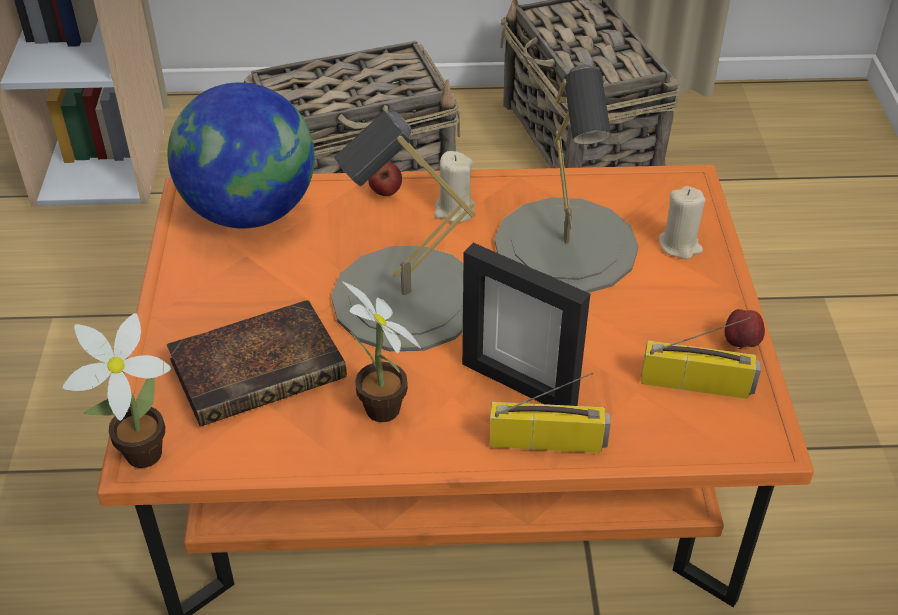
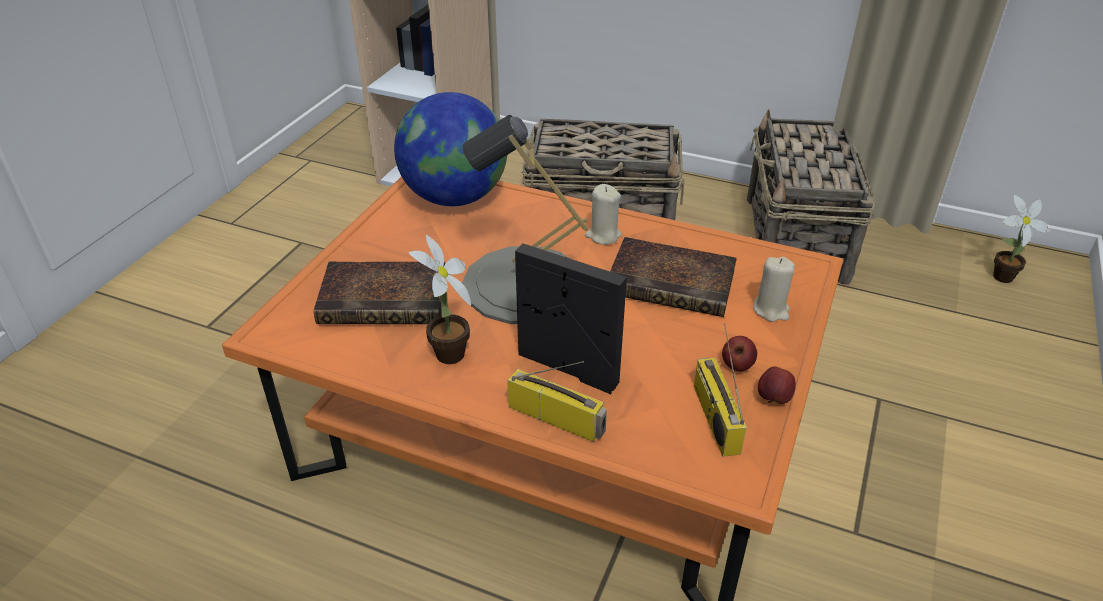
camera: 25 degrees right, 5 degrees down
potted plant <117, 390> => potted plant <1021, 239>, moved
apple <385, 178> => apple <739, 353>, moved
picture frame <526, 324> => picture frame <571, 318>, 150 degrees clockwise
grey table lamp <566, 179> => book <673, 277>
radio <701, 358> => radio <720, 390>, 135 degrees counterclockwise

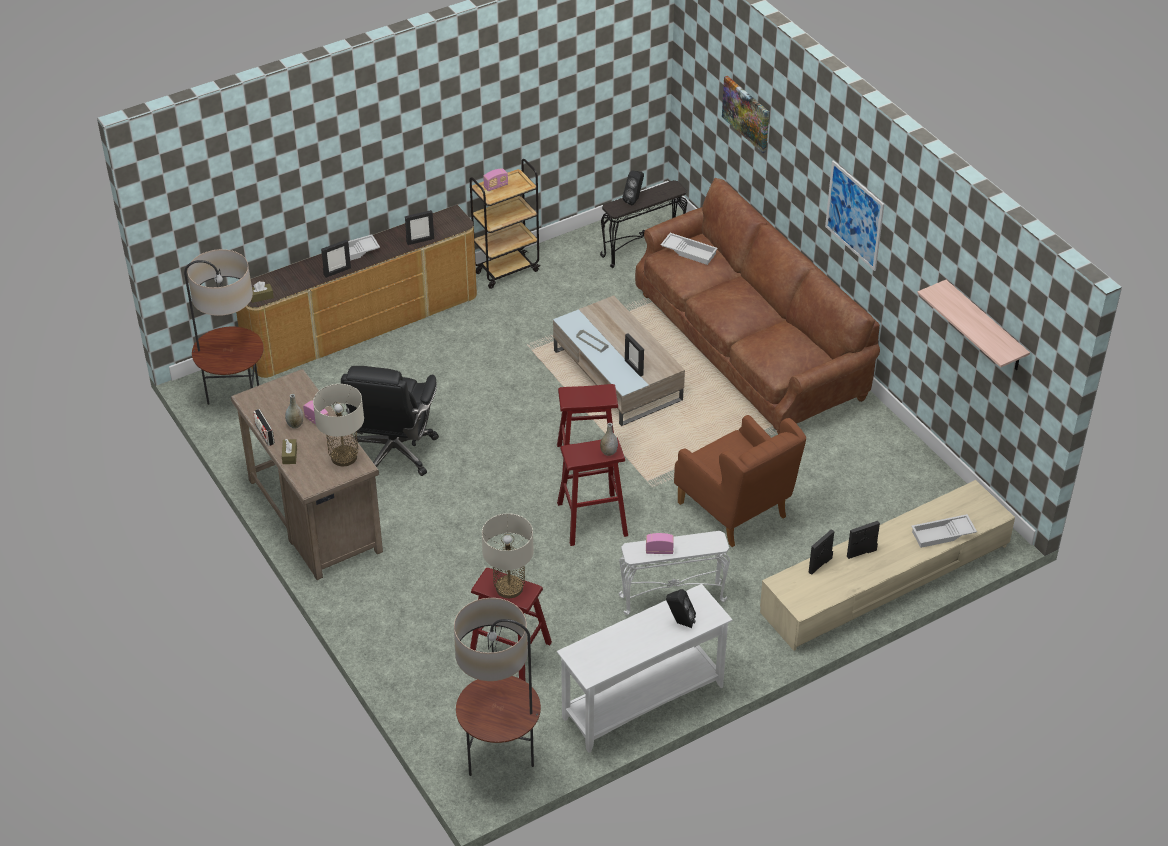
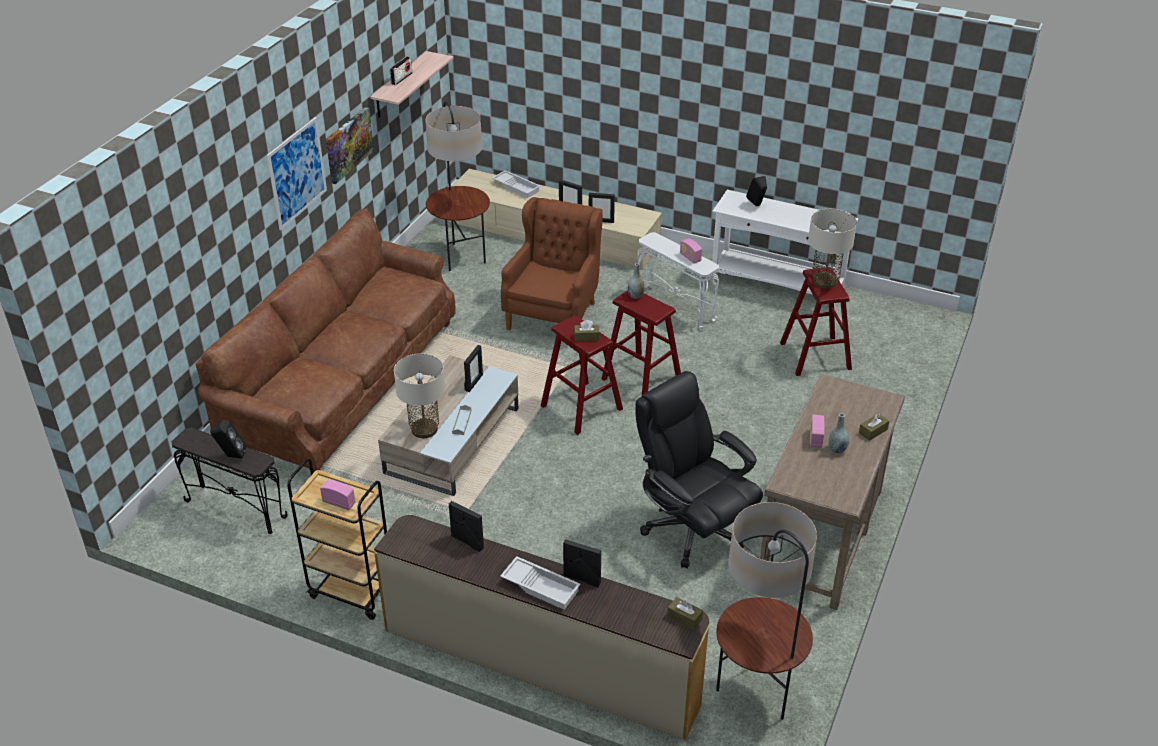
camera: 125 degrees left, 5 degrees down
radio <264, 427> => radio <401, 70>, moved
table lamp <338, 425> => table lamp <419, 395>, moved
black office chair <390, 421> => black office chair <699, 469>, 105 degrees counterclockwise
floor lamp <497, 687> => floor lamp <457, 186>, moved
white tray <689, 249> => nothing
picture <745, 114> => picture <350, 145>, moved
nothing => brown tissue box <586, 330>

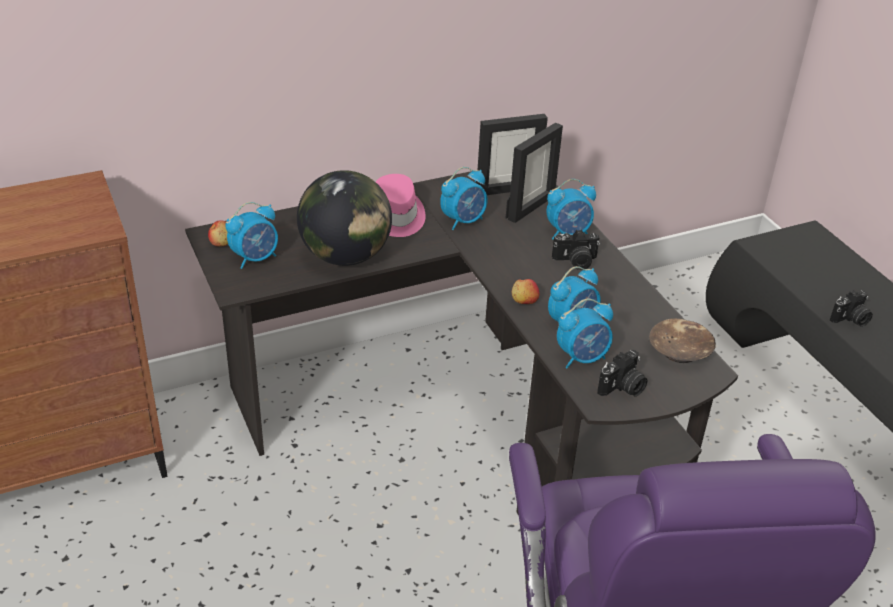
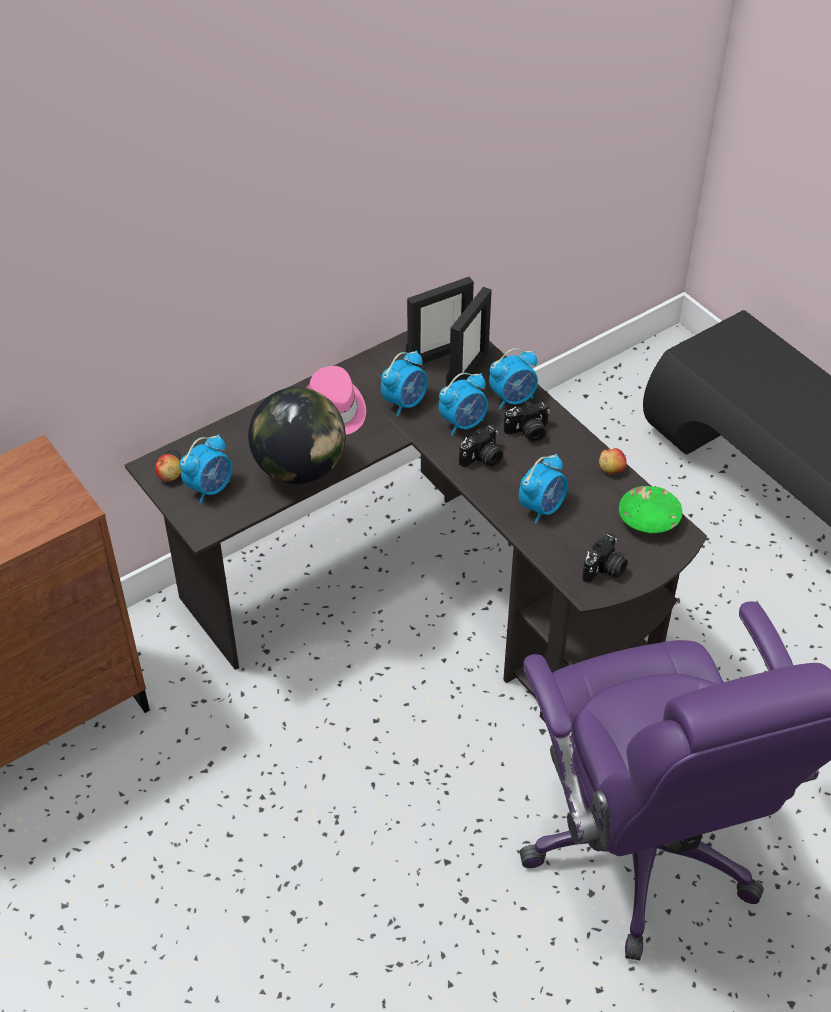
camera: 10 degrees left, 10 degrees up
apple <525, 291> => apple <613, 461>, moved
alarm clock <585, 333> => alarm clock <463, 404>, moved
brown bowl <682, 340> => green bowl <651, 509>
photo camera <851, 308> => photo camera <481, 446>, moved

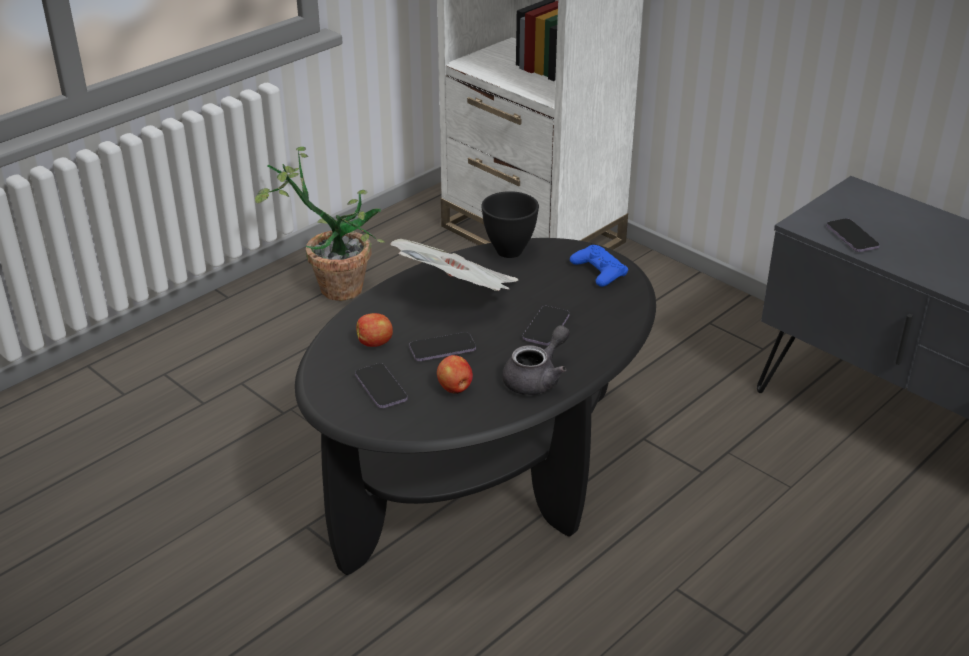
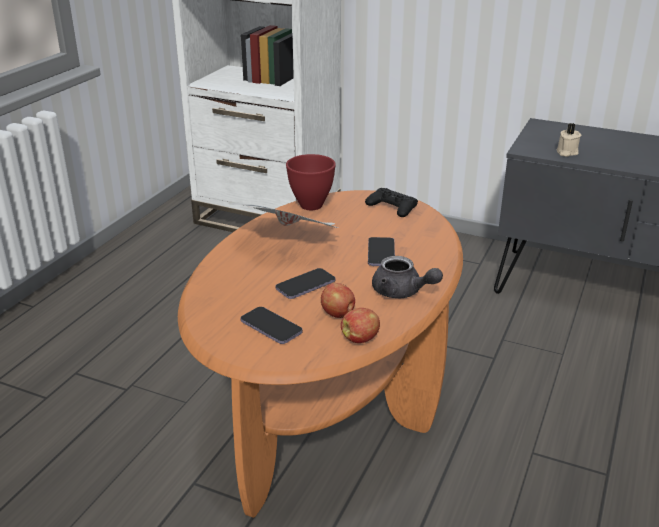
camera: 20 degrees left, 5 degrees down
potted plant <320, 224> => nothing
black coffee table <475, 406> => orange coffee table <320, 354>
apple <374, 330> => apple <360, 325>, moved
black bowl <510, 224> => red bowl <311, 182>
grey teapot <536, 360> => grey teapot <407, 277>, 105 degrees clockwise
blue game controller <599, 266> => black game controller <391, 202>
phone <853, 235> => beige candle <568, 140>

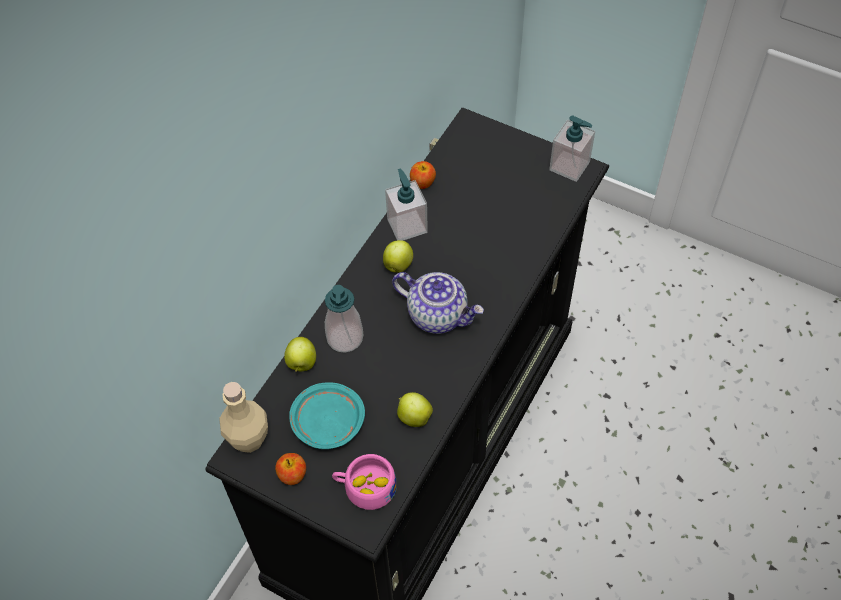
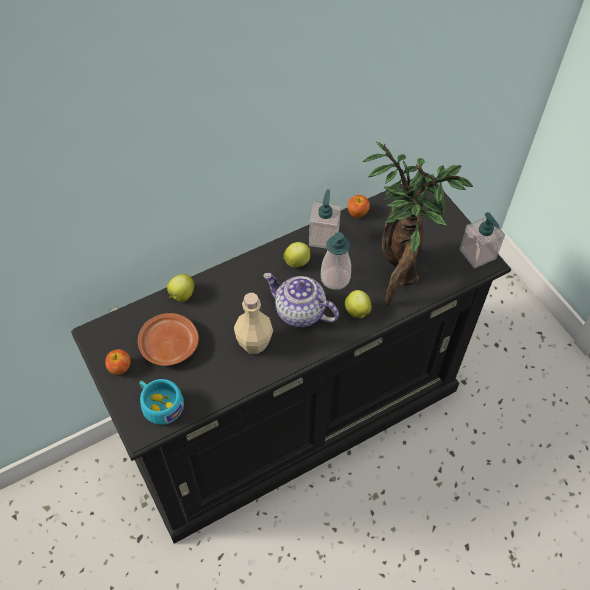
camera: 30 degrees right, 0 degrees up
beige bottle <244, 417> => beige bottle <253, 323>, moved
turquoise plate <327, 415> => brown plate <168, 339>
soap dispenser <344, 319> => soap dispenser <336, 261>, moved
pink cup <364, 482> => turquoise cup <161, 402>
teapot <438, 303> => teapot <301, 300>, 150 degrees clockwise
apple <415, 409> => apple <358, 304>, moved
nothing => potted plant <418, 224>

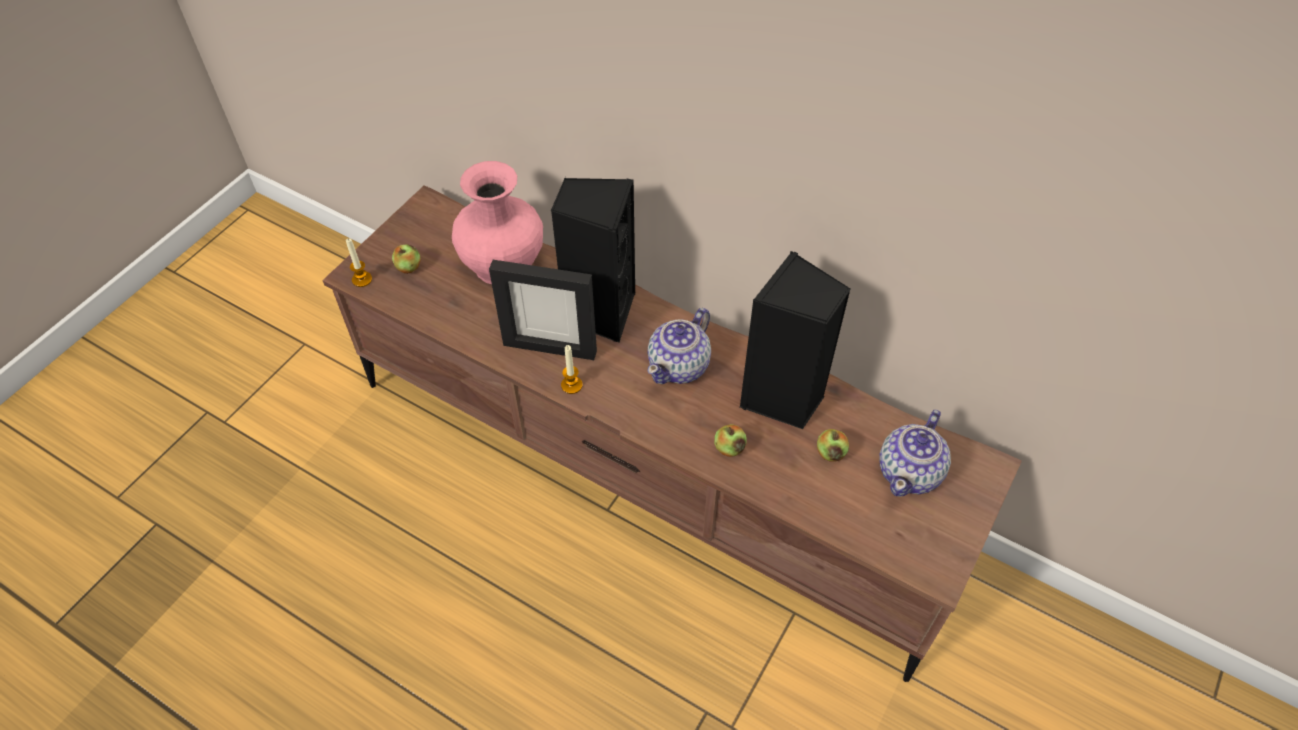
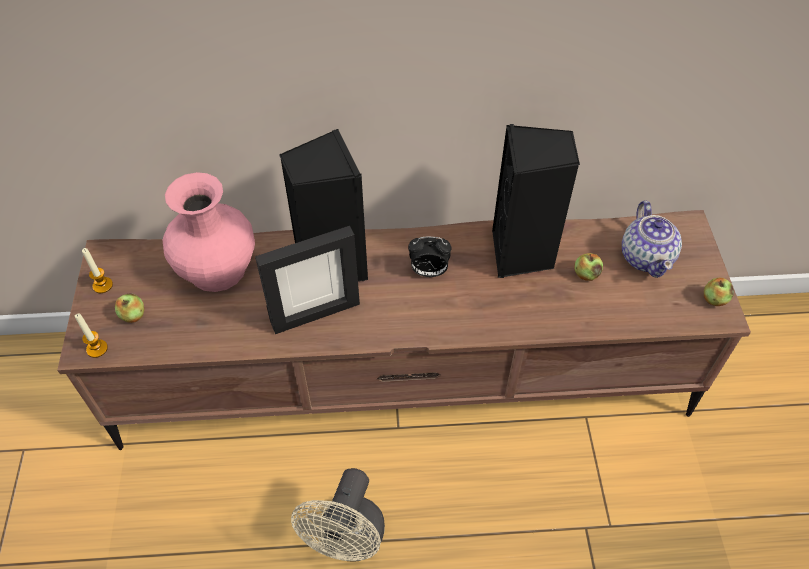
camera: 35 degrees left, 0 degrees up
candle <572, 369> => candle <97, 270>, moved
teapot <679, 346> => alarm clock <429, 257>
apple <730, 440> => apple <719, 291>, moved
nothing => beige fan <338, 515>

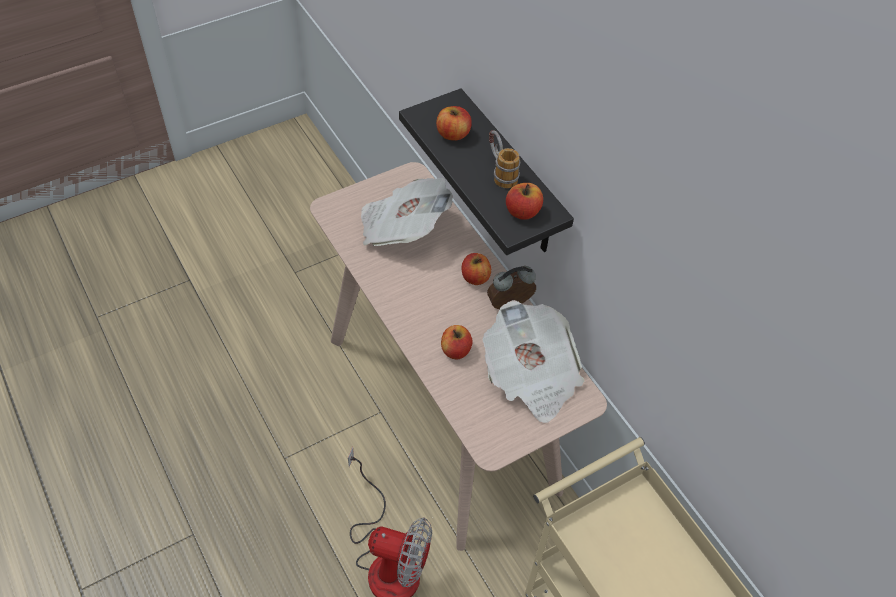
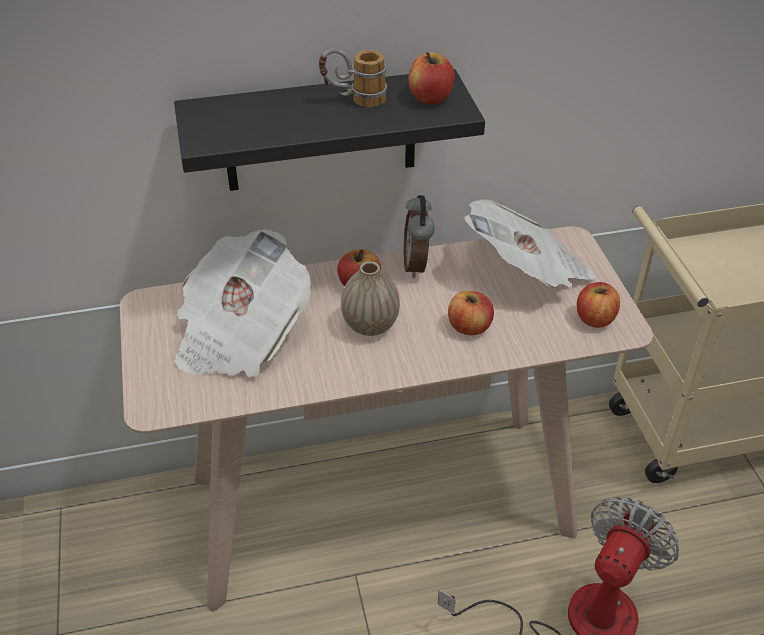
camera: 70 degrees left, 10 degrees down
apple <454, 123> => apple <598, 305>, moved
nothing => vase <370, 298>

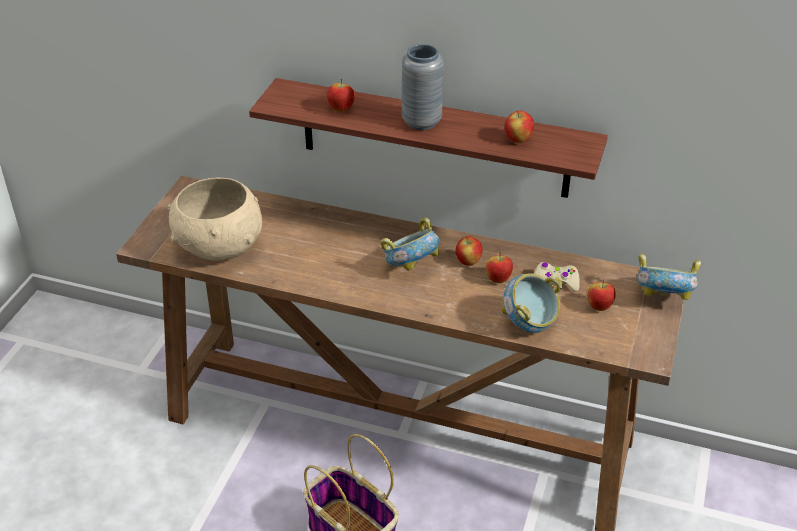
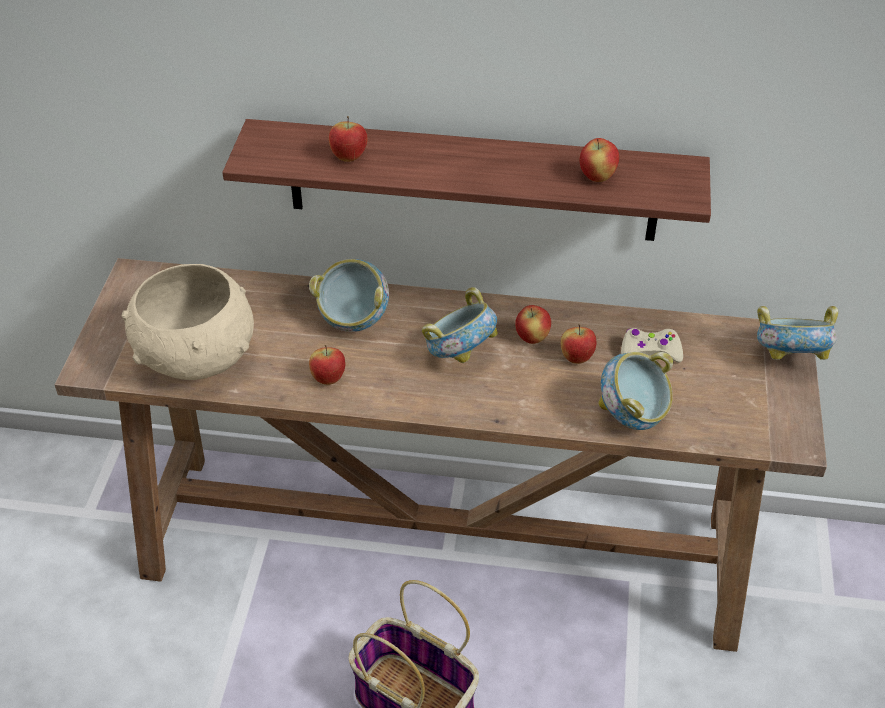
camera: 10 degrees left, 5 degrees up
grey vase <423, 87> => nothing
apple <601, 295> => apple <327, 365>, moved
nothing => bowl <349, 295>

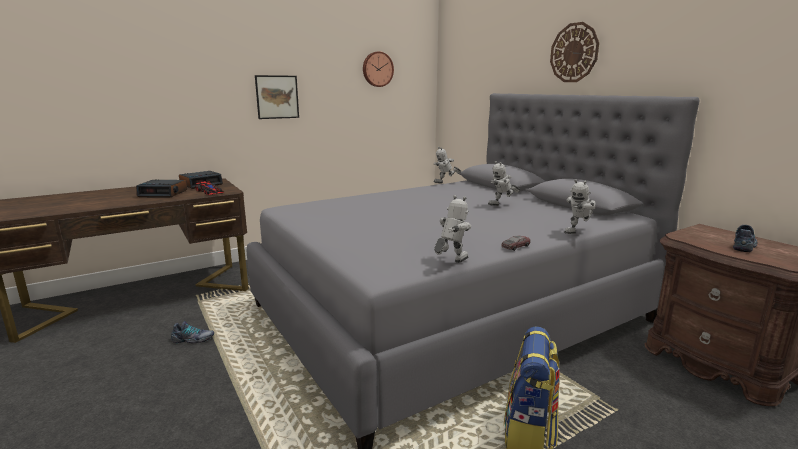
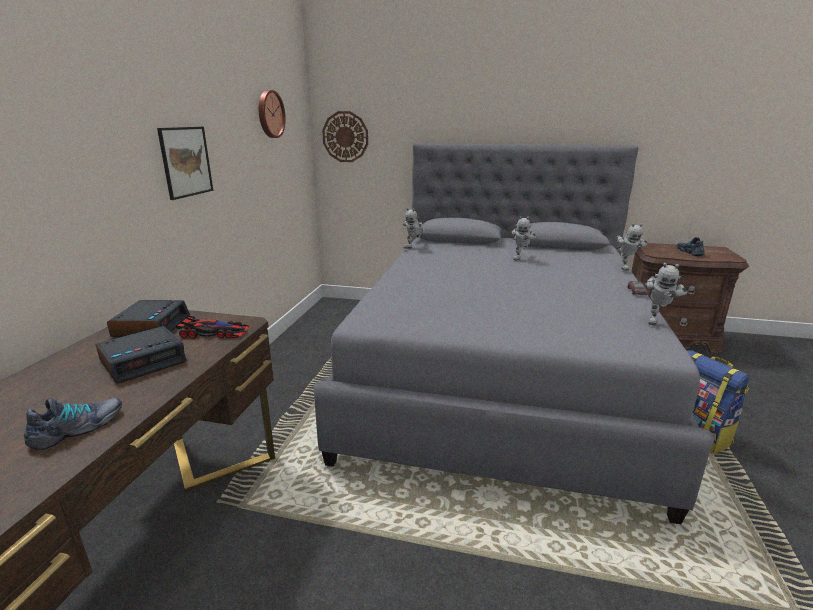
camera: 45 degrees left, 5 degrees up
shoe <192, 332> => shoe <73, 424>, moved
toy robot <452, 229> => toy robot <666, 294>, 150 degrees counterclockwise
wall clock <574, 52> => wall clock <345, 136>, moved

